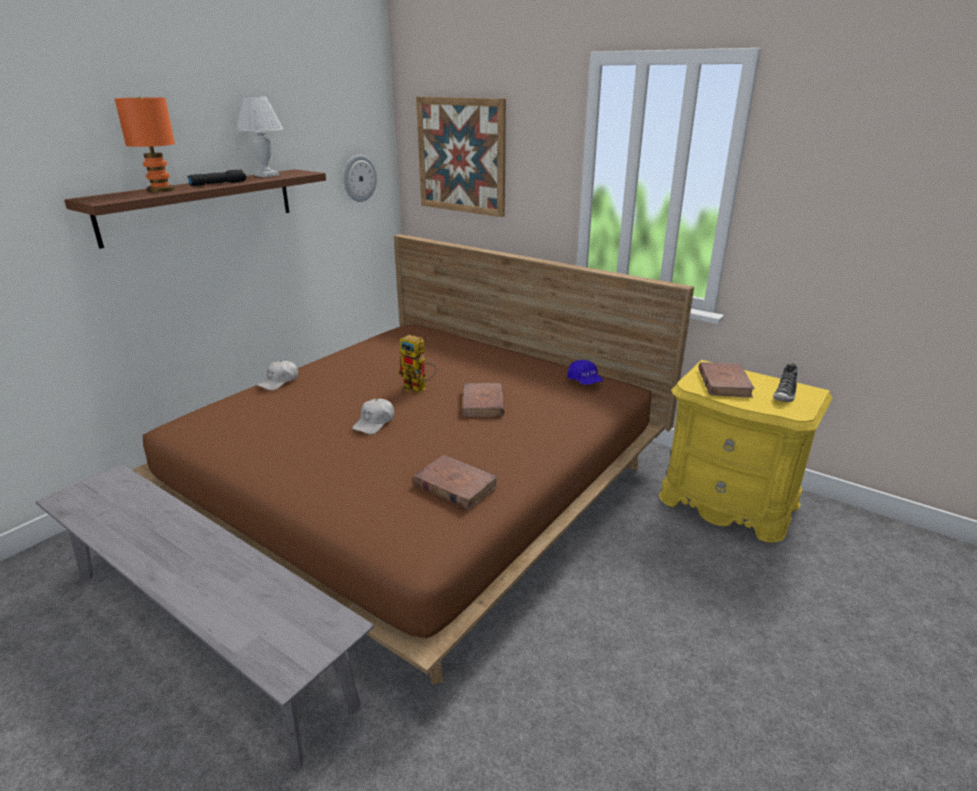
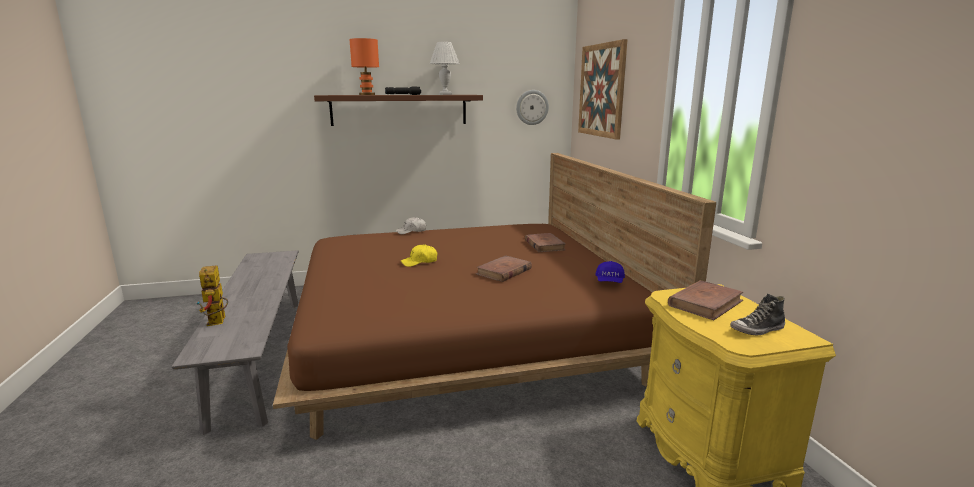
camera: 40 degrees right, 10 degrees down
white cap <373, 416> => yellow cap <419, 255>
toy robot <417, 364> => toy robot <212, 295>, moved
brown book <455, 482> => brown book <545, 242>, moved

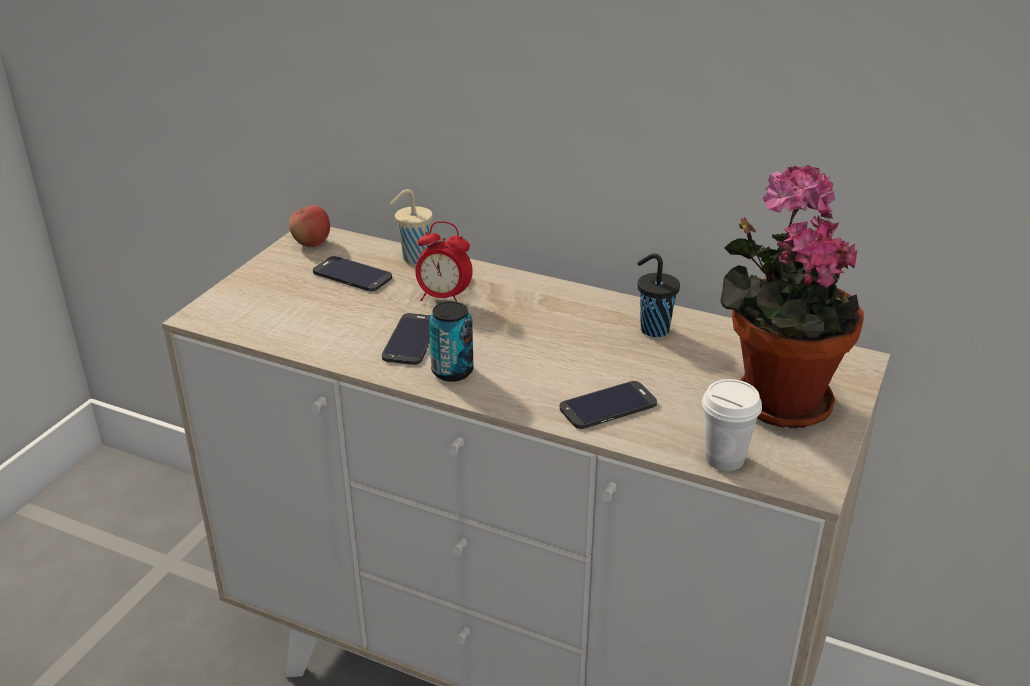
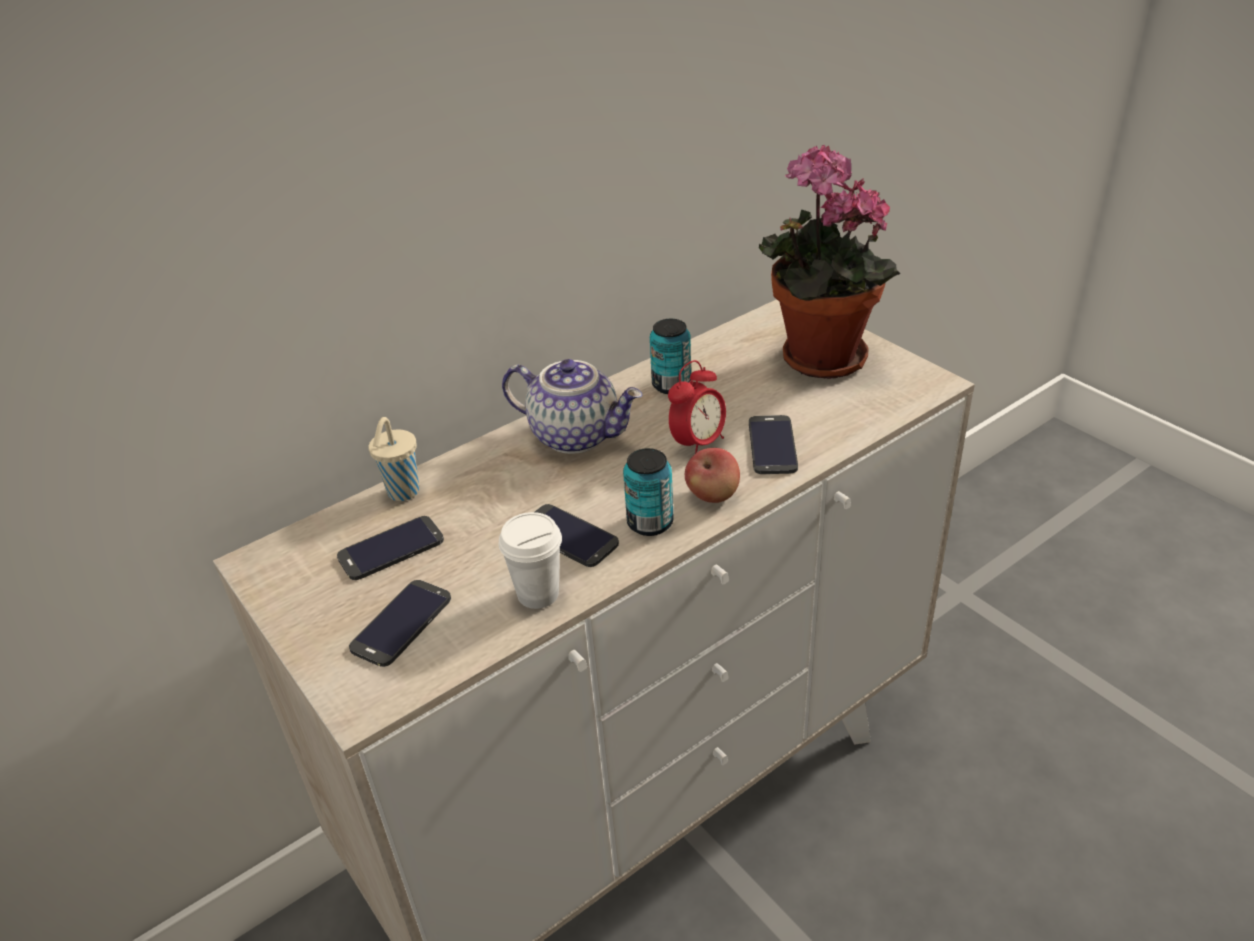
camera: 60 degrees left, 5 degrees up
apple <309, 226> => apple <712, 475>, moved
alarm clock <444, 261> => alarm clock <697, 407>, moved
black cup <659, 295> => can <670, 356>
white cup <732, 425> => white cup <530, 560>, moved
nothing => phone <400, 623>
nothing => teapot <572, 406>

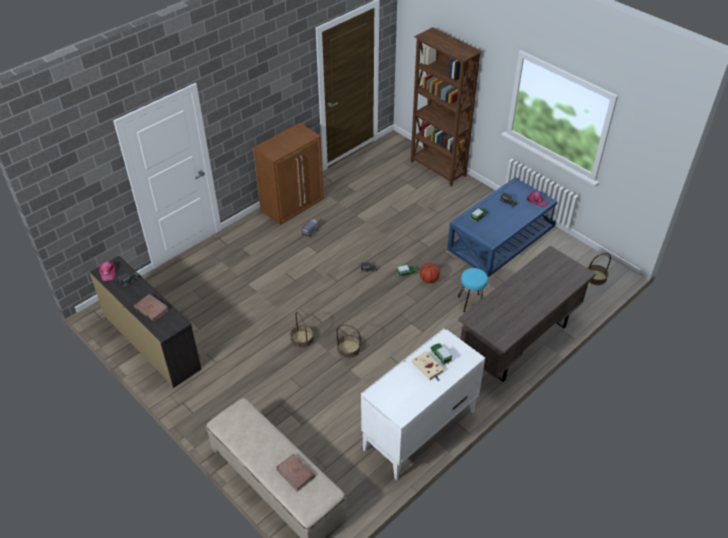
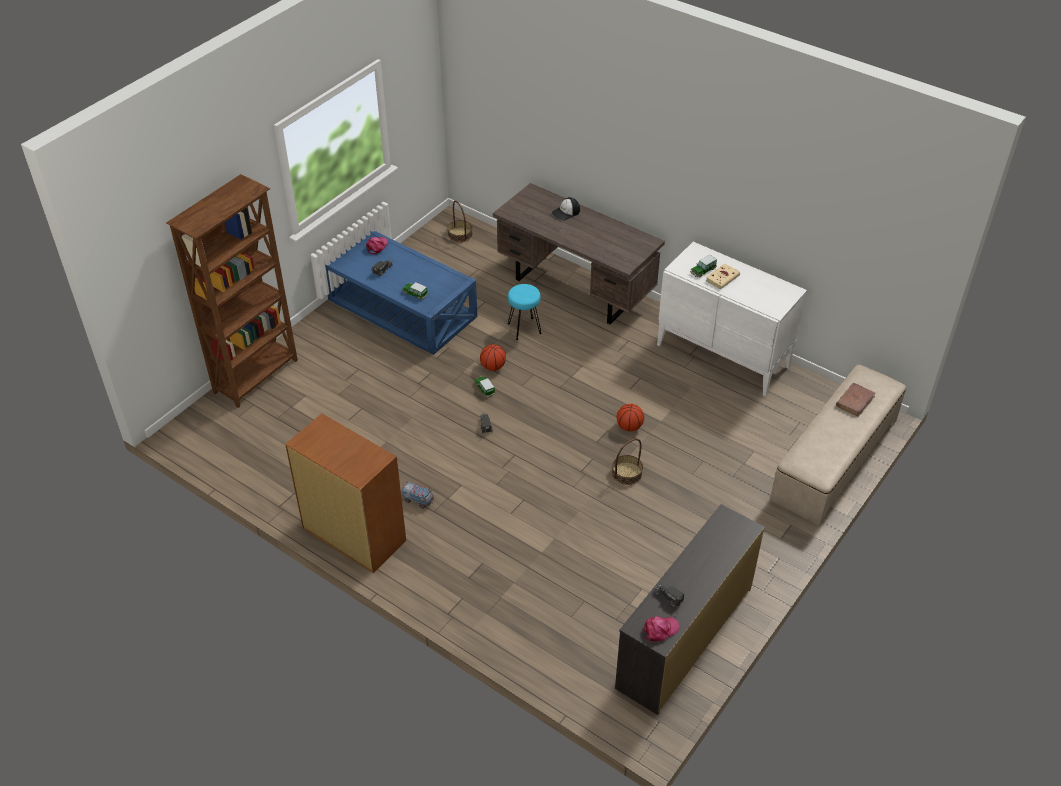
camera: 100 degrees left, 0 degrees up
brown book <151, 308> => nothing
basket <348, 341> => basketball <630, 417>
nothing => cap <565, 209>

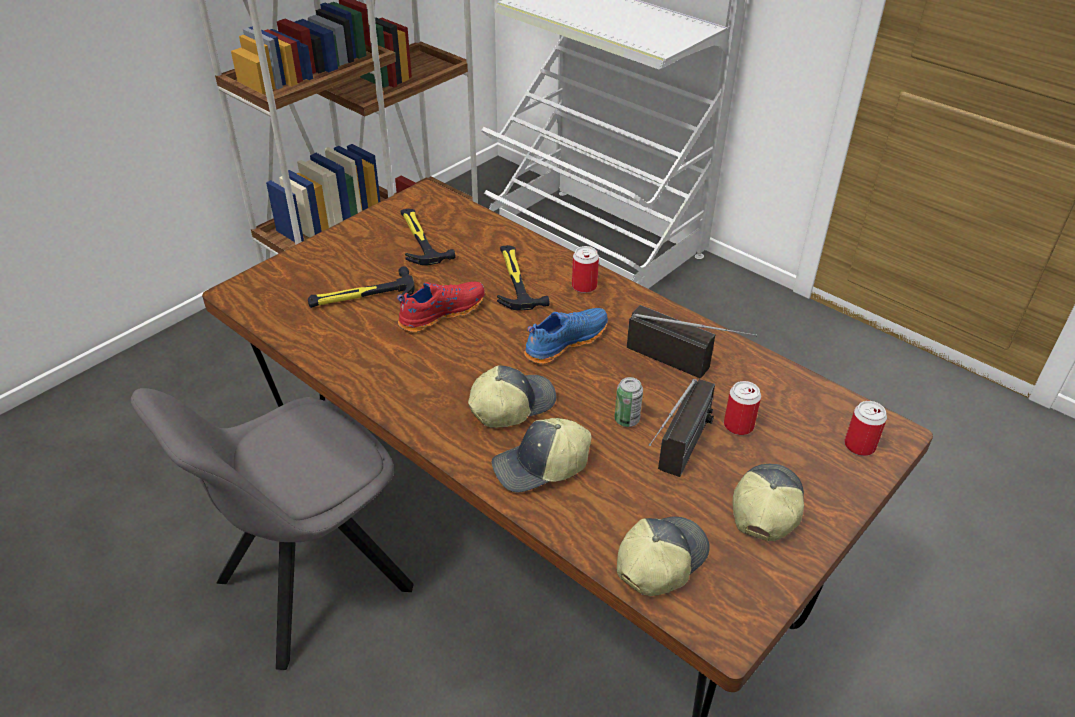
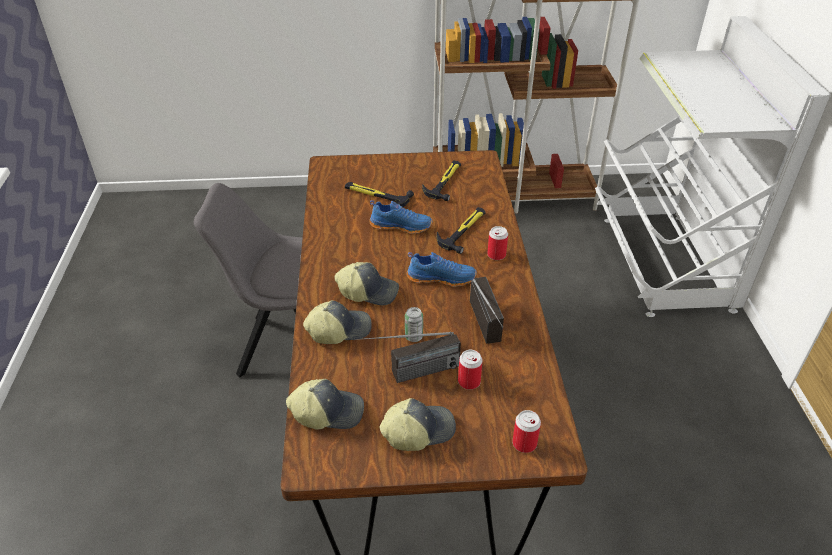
camera: 45 degrees right, 0 degrees up
red shoe <441, 307> => blue shoe <400, 217>
cap <542, 455> => cap <337, 322>, 135 degrees clockwise

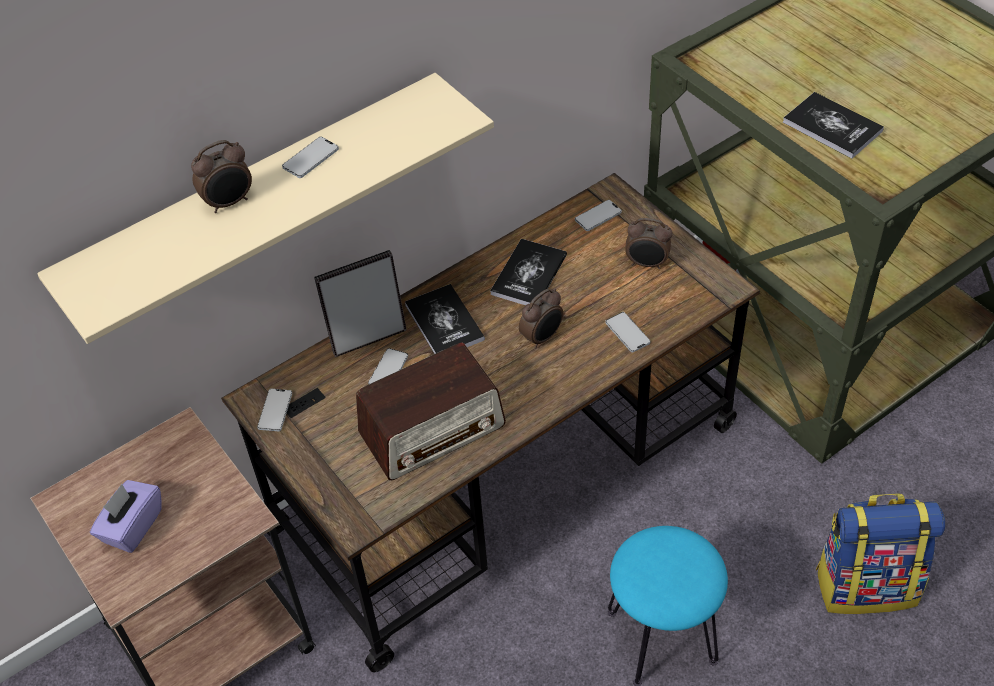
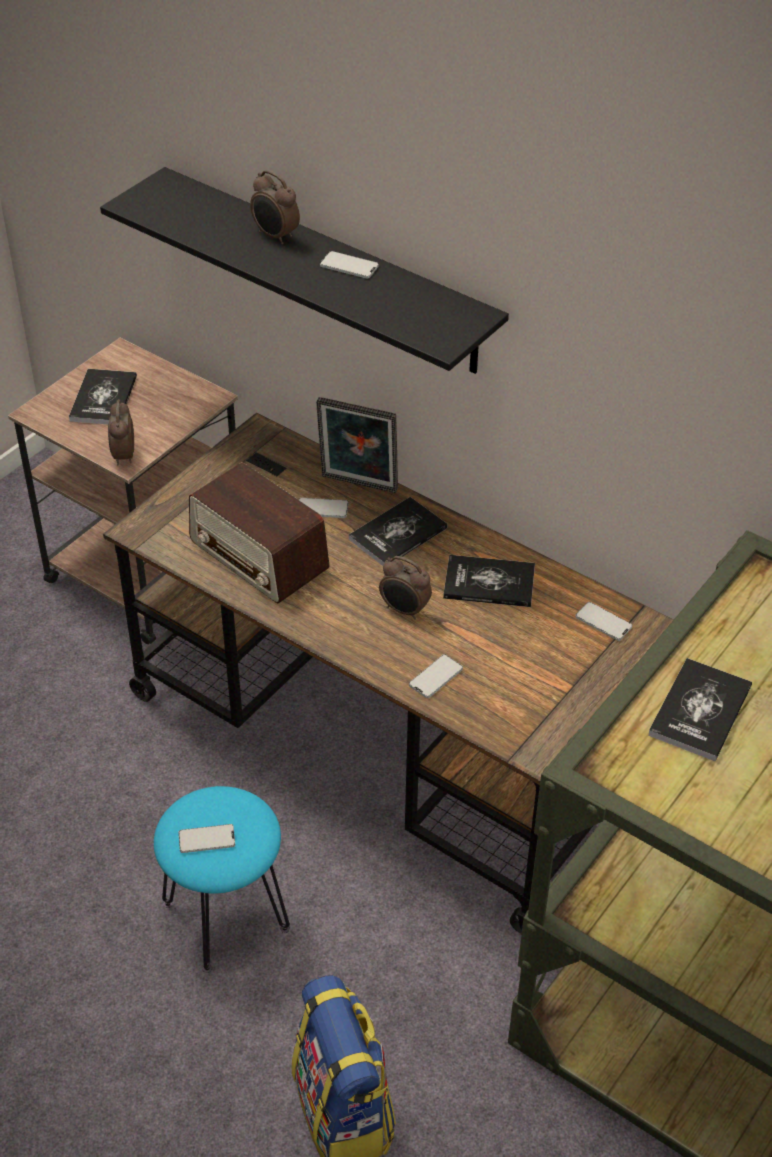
camera: 70 degrees right, 5 degrees down
beige shelf <265, 208> => black shelf <304, 270>
purple tissue box <125, 516> => book <103, 397>
phone <274, 410> => phone <207, 838>, moved
picture frame <360, 303> => picture frame <357, 445>, 150 degrees clockwise
alarm clock <648, 243> => alarm clock <121, 432>, moved

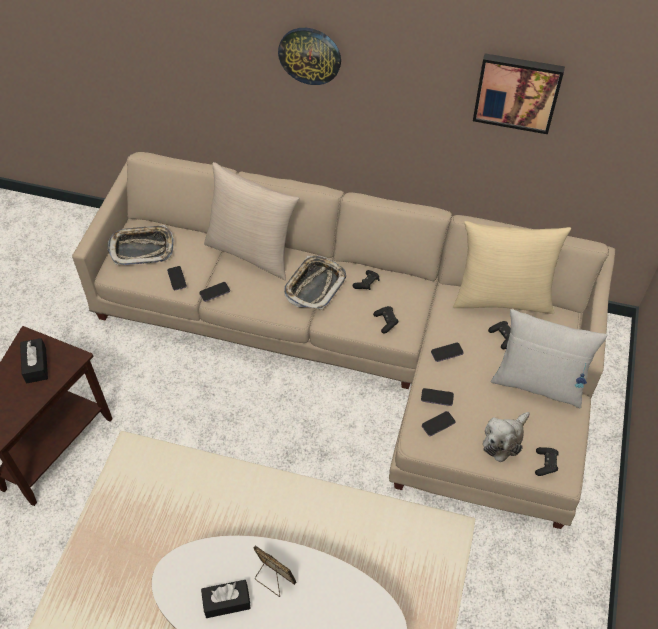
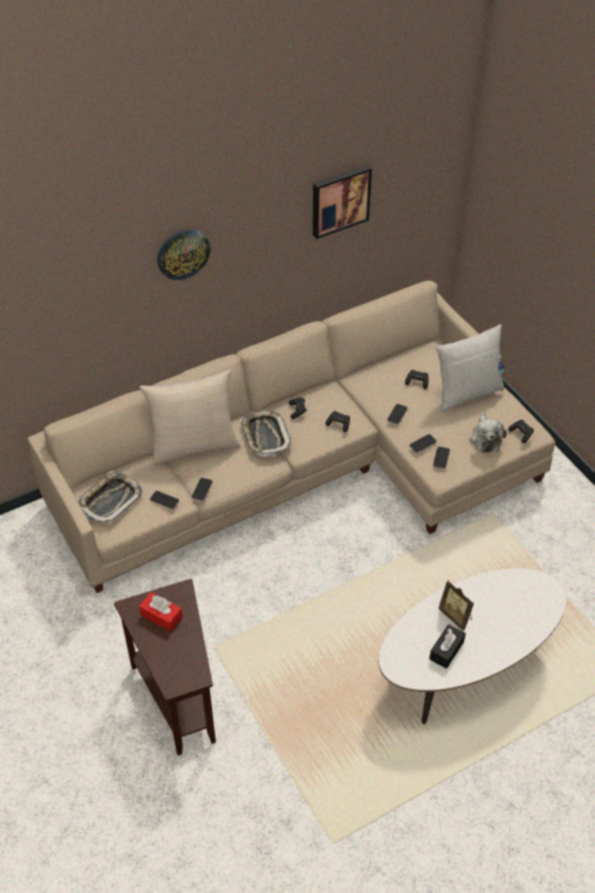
camera: 45 degrees left, 5 degrees down
black tissue box <34, 360> => red tissue box <161, 612>
picture frame <275, 571> => picture frame <456, 605>, 120 degrees counterclockwise
beige pillow <512, 267> => nothing

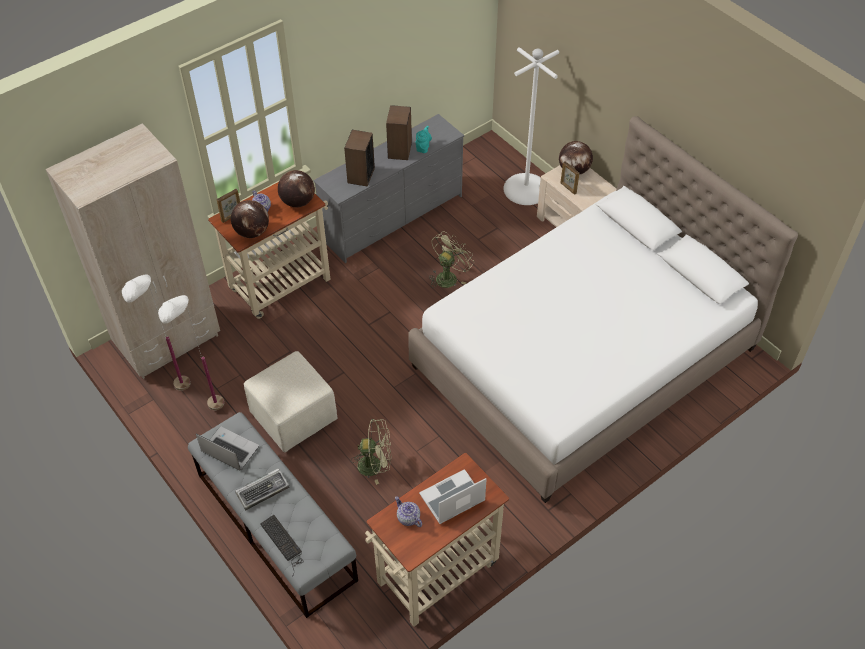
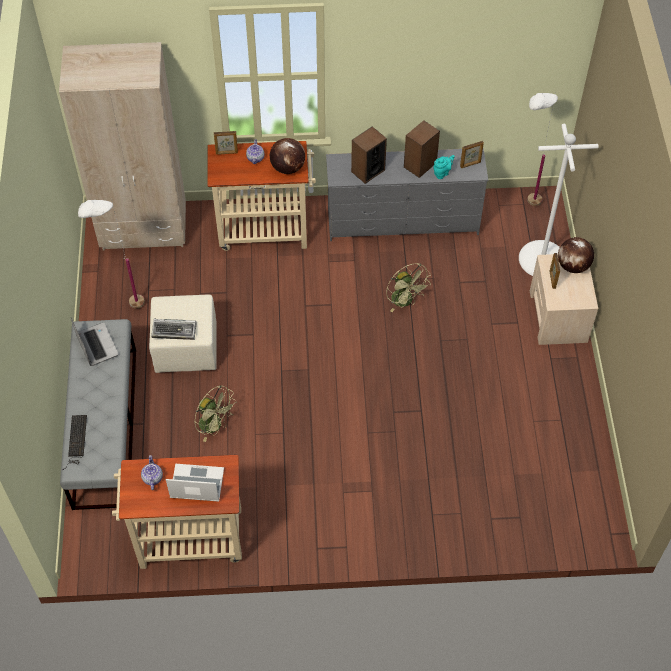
camera: 35 degrees right, 5 degrees up
white floor lamp <156, 332> => white floor lamp <542, 149>, moved
globe <250, 219> => nothing
keyboard <262, 489> => keyboard <174, 329>, moved
white bed <603, 309> => nothing
green fan <451, 259> => green fan <408, 287>, 75 degrees clockwise
nothing => picture frame <472, 154>

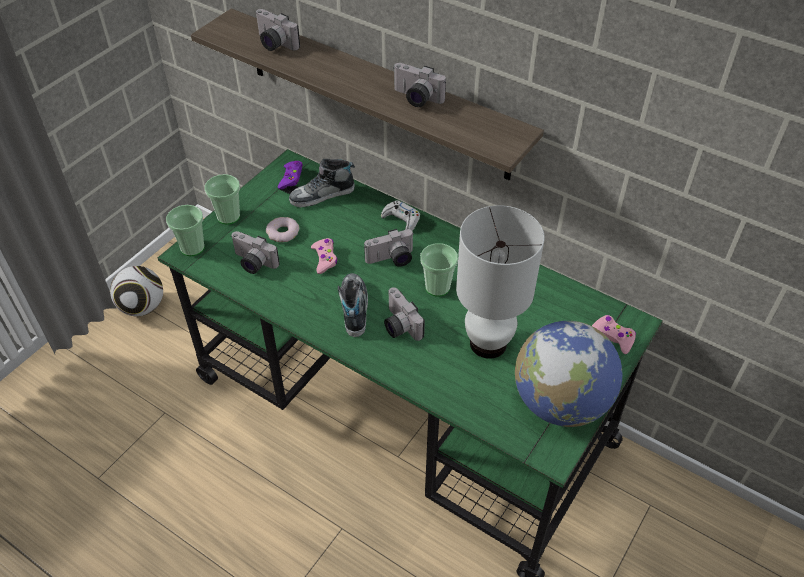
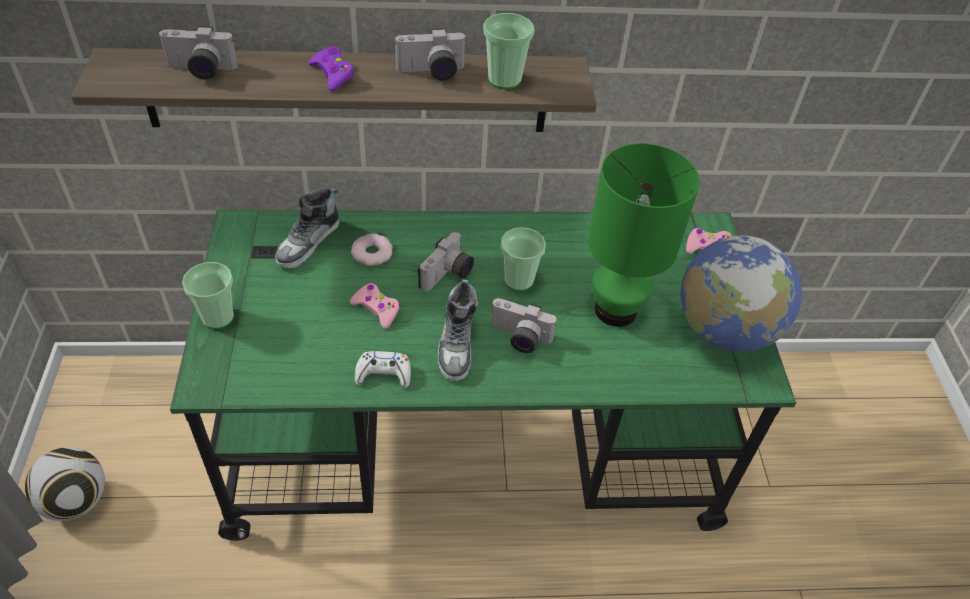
camera: 40 degrees left, 0 degrees up
cup <185, 230> => cup <508, 51>, moved
photo camera <255, 252> => nothing
donut <282, 229> => donut <372, 250>, moved
purple game controller <290, 175> => purple game controller <331, 68>, moved
shoe <353, 305> => shoe <458, 330>, 135 degrees counterclockwise
white game controller <400, 215> => white game controller <383, 369>, moved
white table lamp <500, 282> => green table lamp <644, 235>

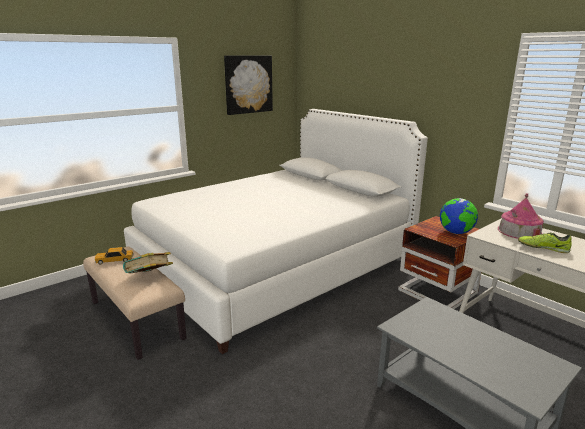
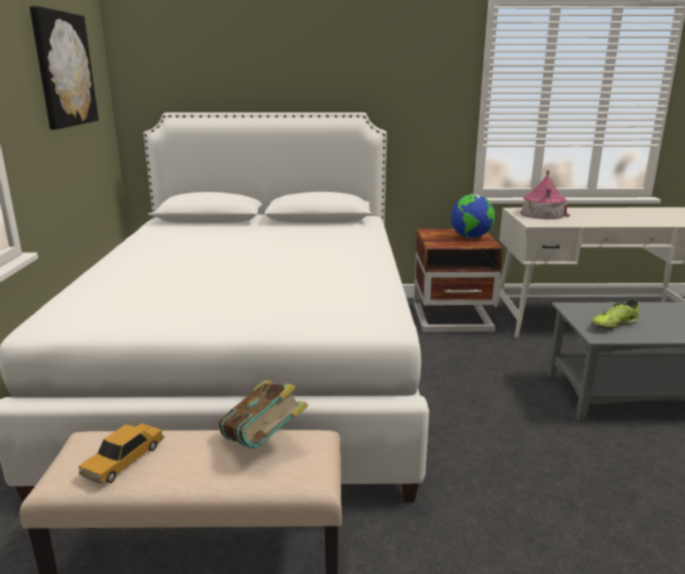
camera: 50 degrees left, 0 degrees up
shoe <545, 242> => shoe <615, 314>, moved

